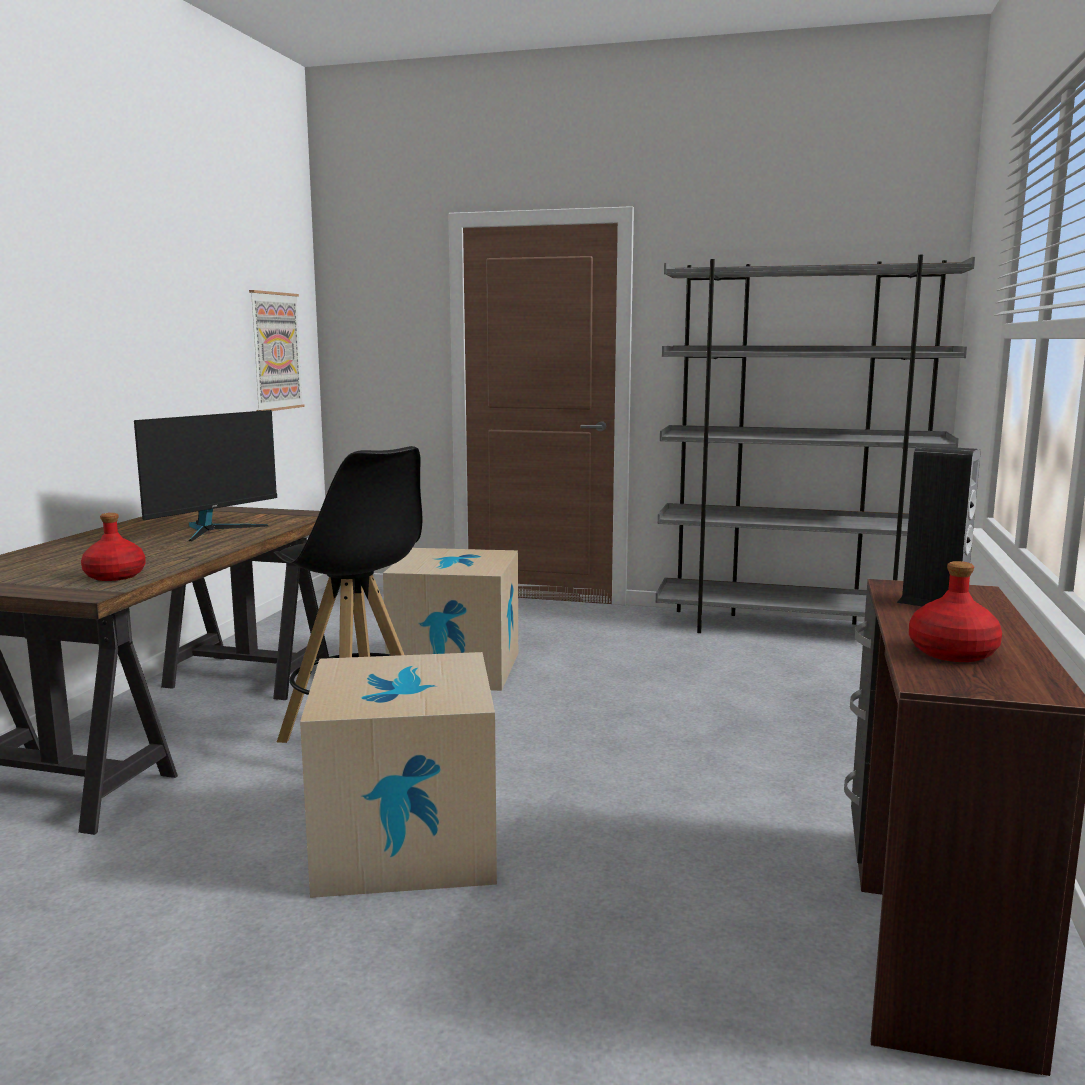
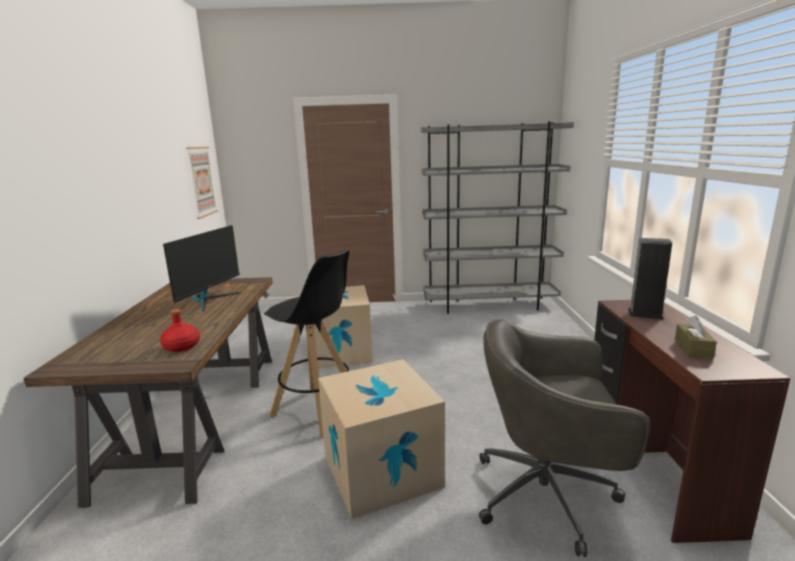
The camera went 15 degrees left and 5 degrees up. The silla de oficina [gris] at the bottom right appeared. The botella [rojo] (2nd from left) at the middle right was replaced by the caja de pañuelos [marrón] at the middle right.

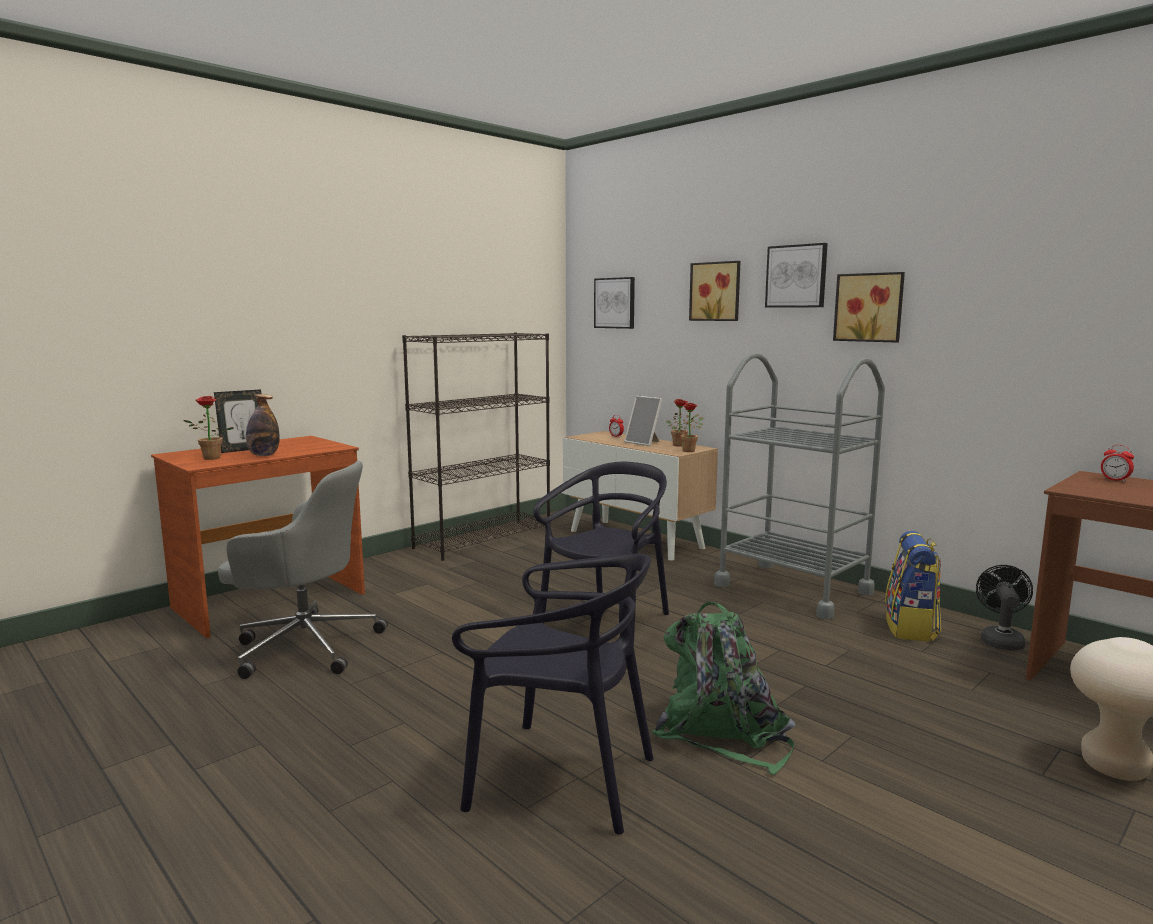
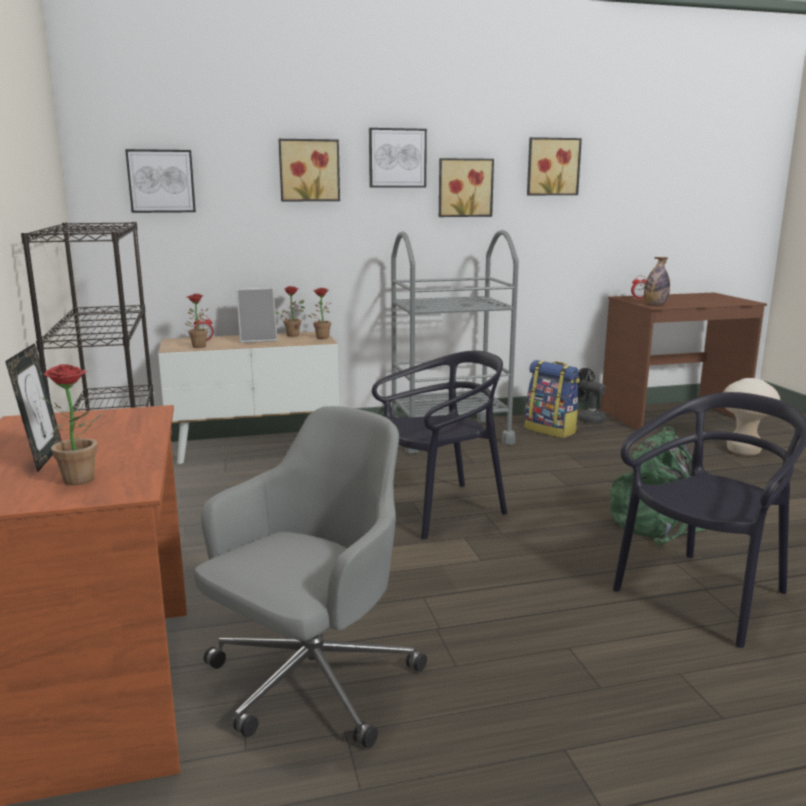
The camera went 60 degrees left and 5 degrees up. The planta en maceta (2nd from left) at the middle left appeared. The silla [negro] (2nd from left in the first image) at the centre turned 90 degrees clockwise. The cuadro (5th from left) at the top right appeared. The botella moved from the middle left to the middle right.

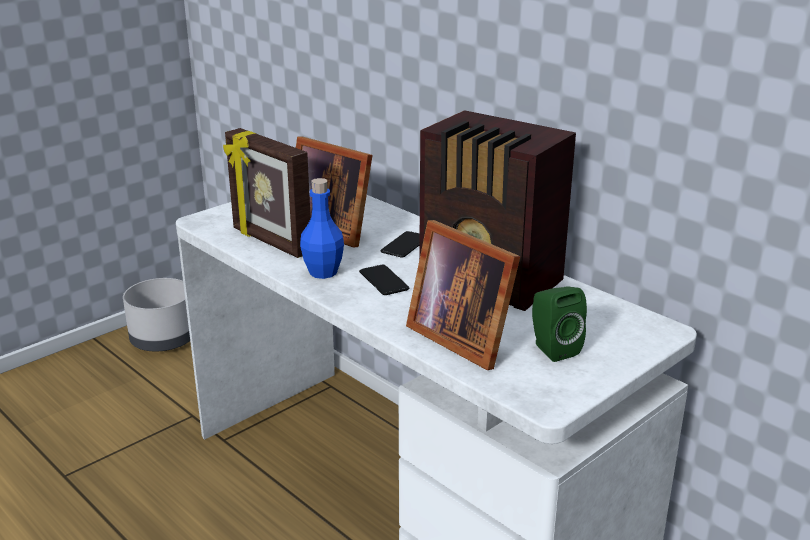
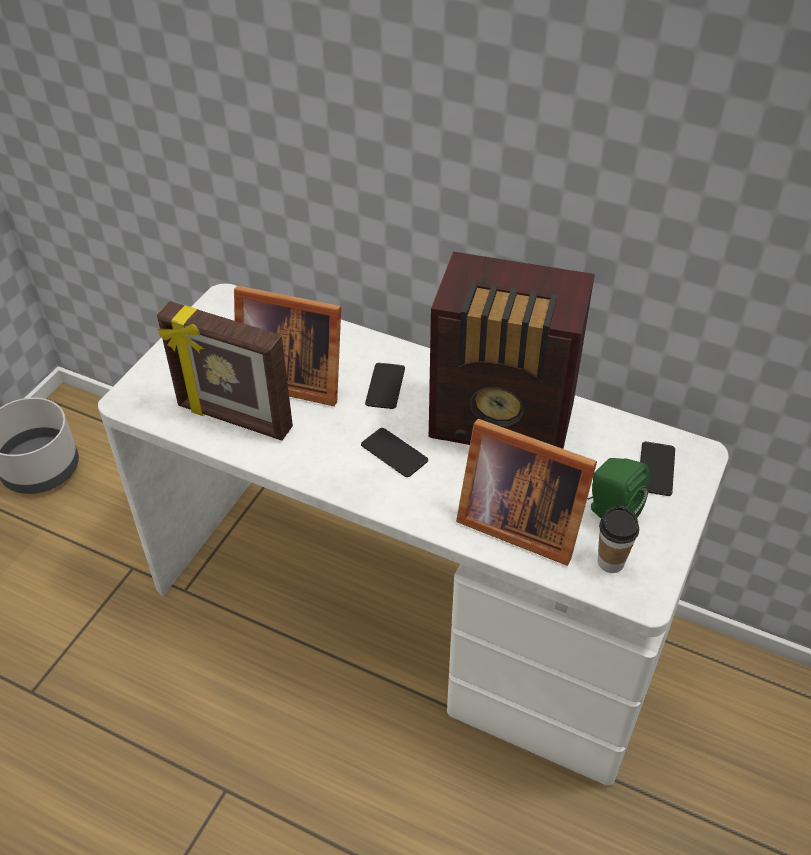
The camera went 20 degrees left and 20 degrees up. The taza at the middle right appeared. The móvil (3rd from left) at the middle right appeared. The botella [azul] at the centre disappeared.

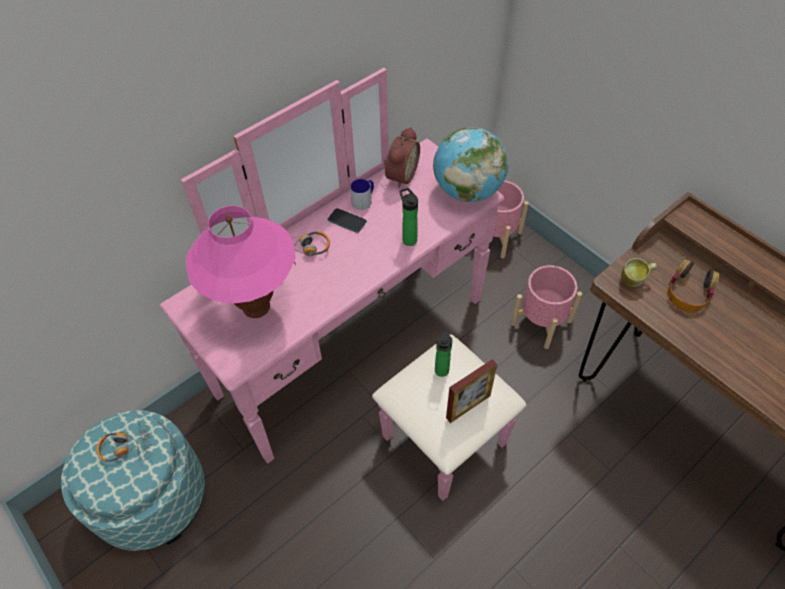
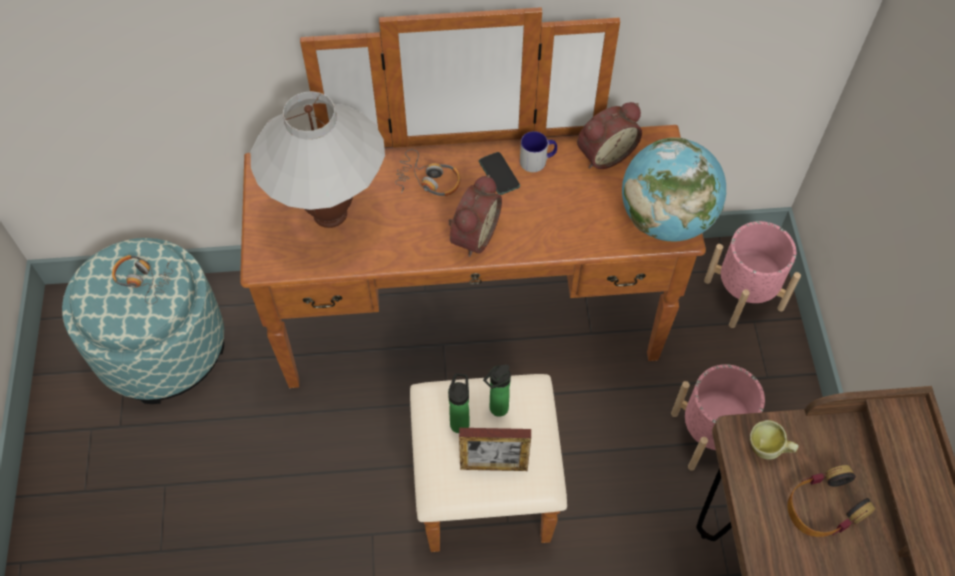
The camera went 35 degrees right and 5 degrees up. The cómoda [rosa] at the centre became the cómoda [marrón] at the centre. The lámpara de mesa [rosa] at the middle left became the lámpara de mesa [blanco] at the top left. The botella (1st from left) moved from the centre to the bottom centre. The despertador (1st from left) at the centre appeared.

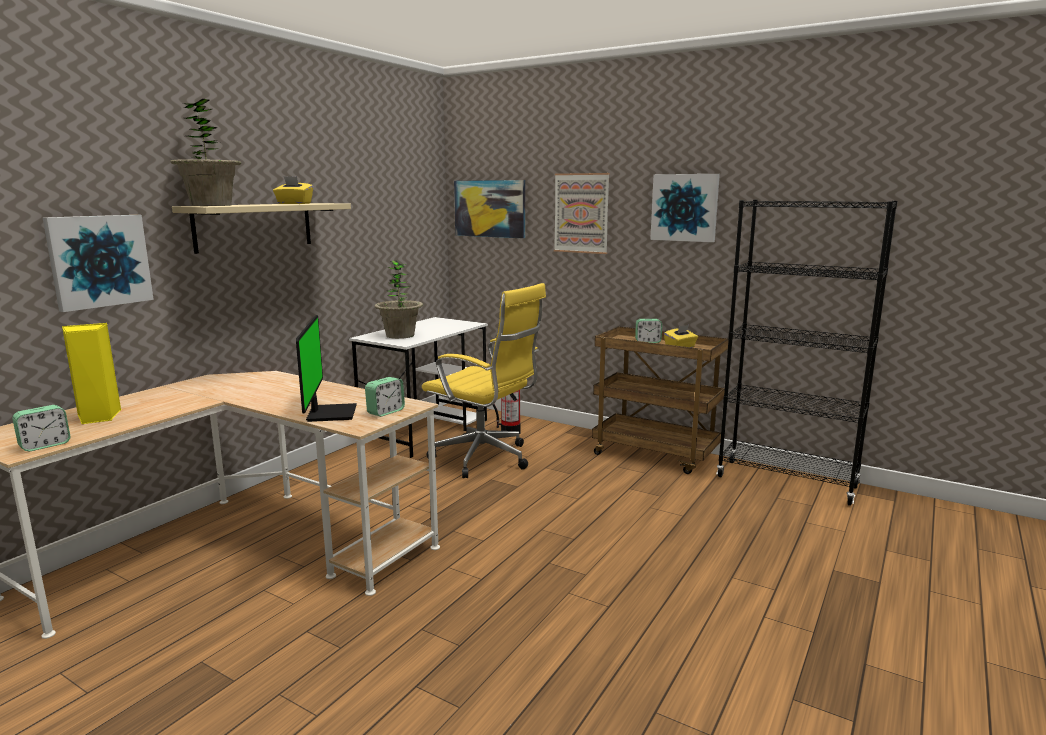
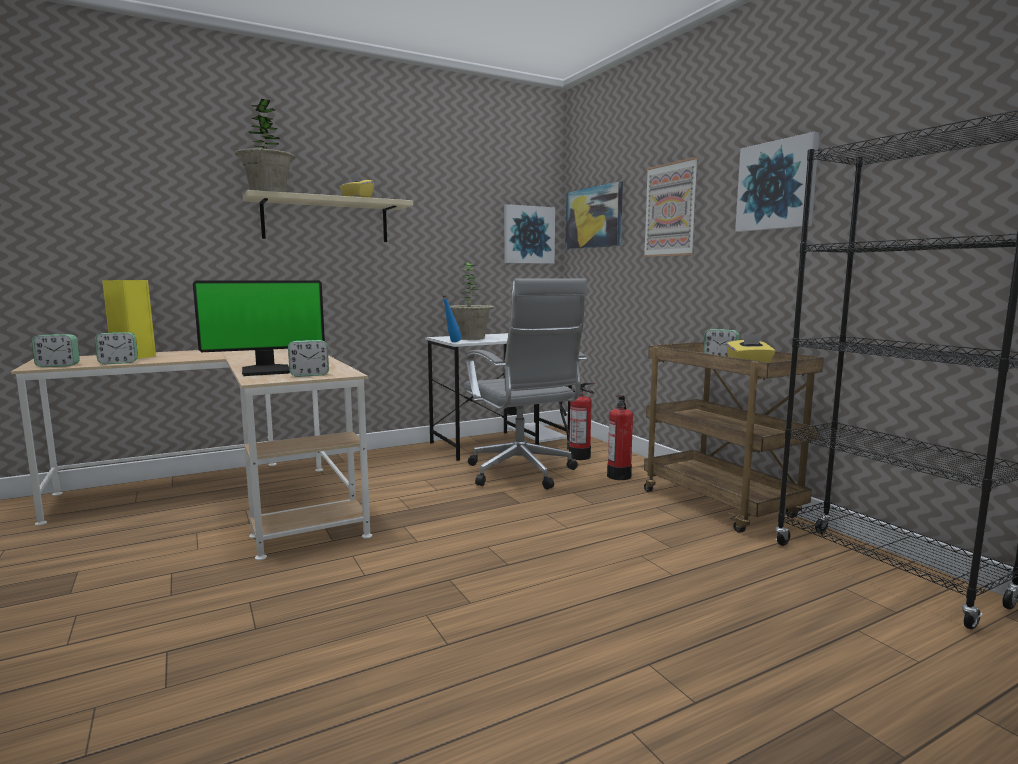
The camera went 30 degrees right and 5 degrees down. The despertador (2nd from left) at the middle left appeared. The monitor at the middle left turned 45 degrees clockwise. The botella [azul] at the centre appeared. The silla de oficina [amarillo] at the centre became the silla de oficina [gris] at the centre. The cuadro (1st from left) moved from the middle left to the top centre. The extintor (2nd from left) at the centre appeared.

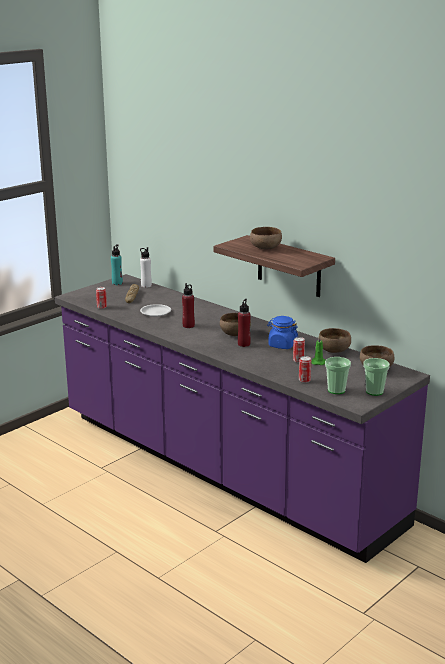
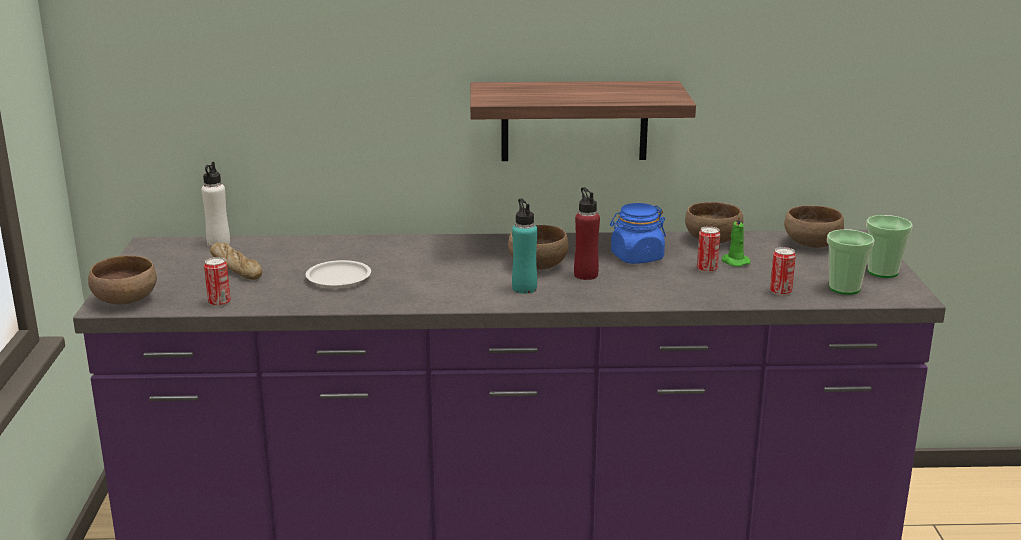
The camera went 45 degrees left and 0 degrees up. The cuenco [marrón] (2nd from left in the first image) moved from the centre to the middle left. The botella [turquesa] moved from the middle left to the centre. The botella [rojo] (1st from left) at the centre disappeared.

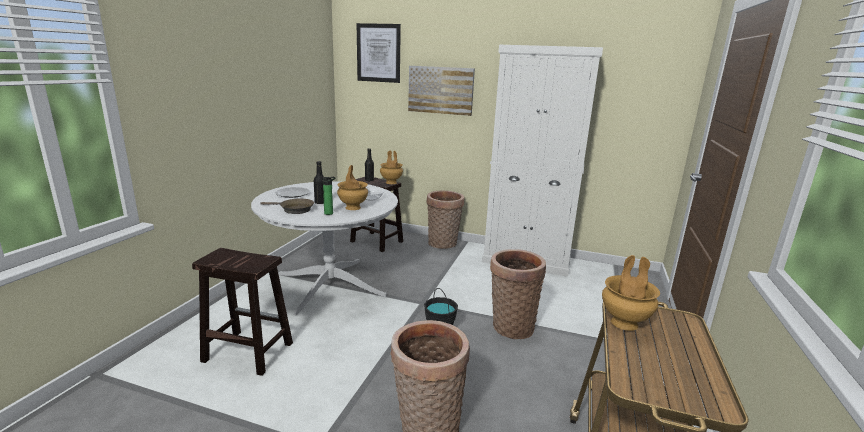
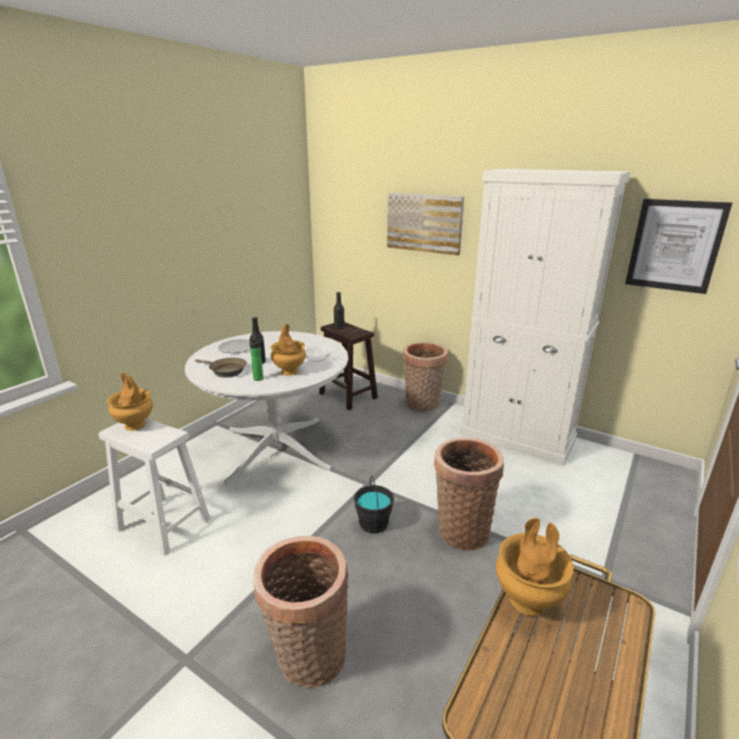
The camera went 15 degrees right and 5 degrees up. The taburete [marrón] (1st from left) at the bottom left became the taburete [blanco] at the middle left. The florero [marrón] (2nd from left in the first image) moved from the centre to the middle left. The cuadro (1st from left in the first image) moved from the top centre to the top right.

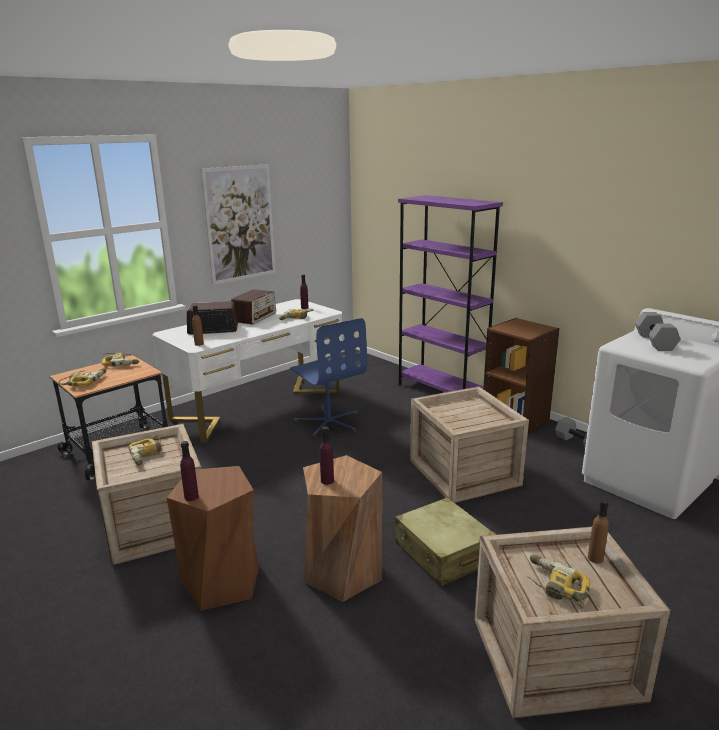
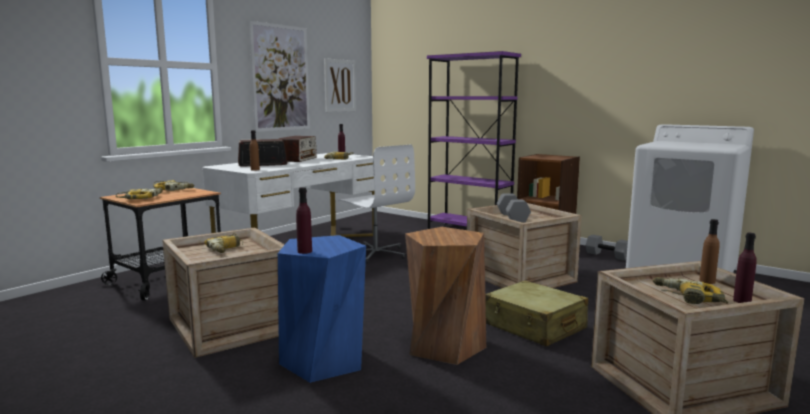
The camera went 10 degrees left and 10 degrees down. The taburete [marrón] (1st from left) at the bottom left became the taburete [azul] at the bottom centre. The cuadro (2nd from left) at the top centre appeared. The silla de oficina [azul] at the centre became the silla de oficina [blanco] at the centre. The mancuerna [gris] (2nd from left in the first image) moved from the middle right to the centre. The botella [morado] (3rd from left) moved from the centre to the middle right.

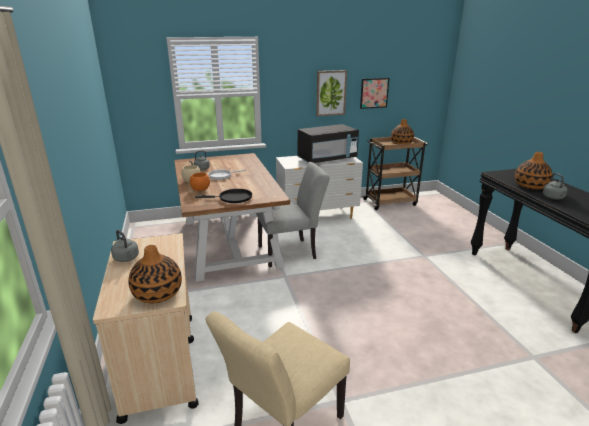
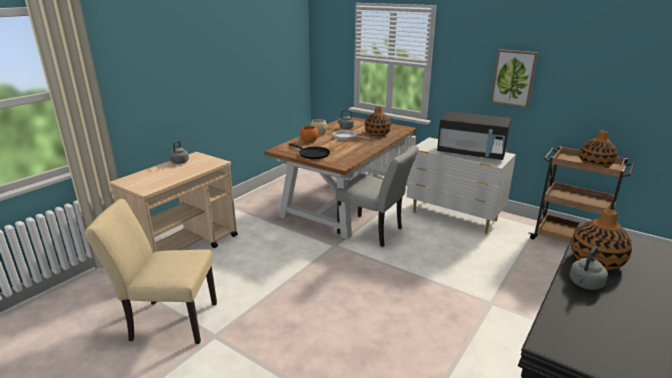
The camera went 50 degrees right and 0 degrees up. The florero (1st from left) moved from the middle left to the top centre. The cuadro (2nd from left) at the top centre disappeared.

